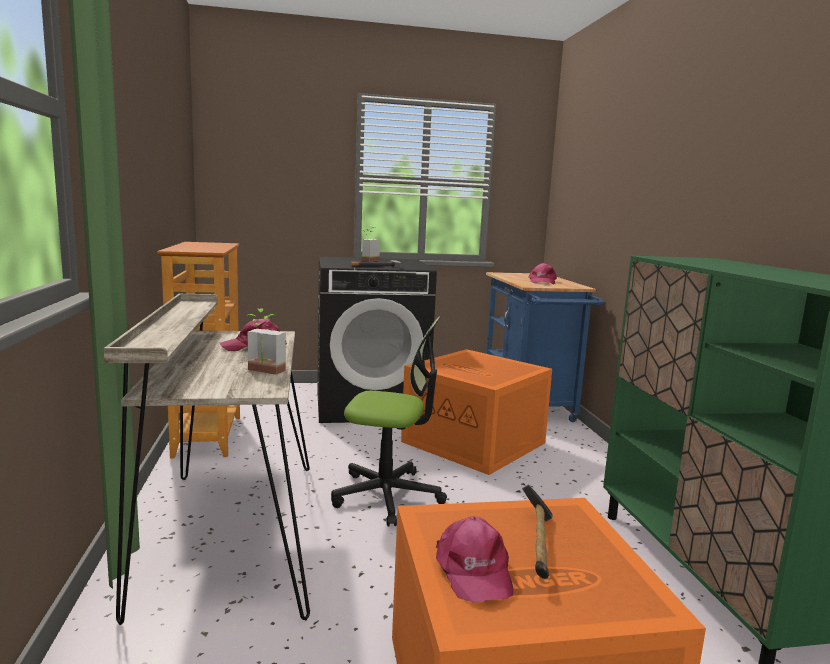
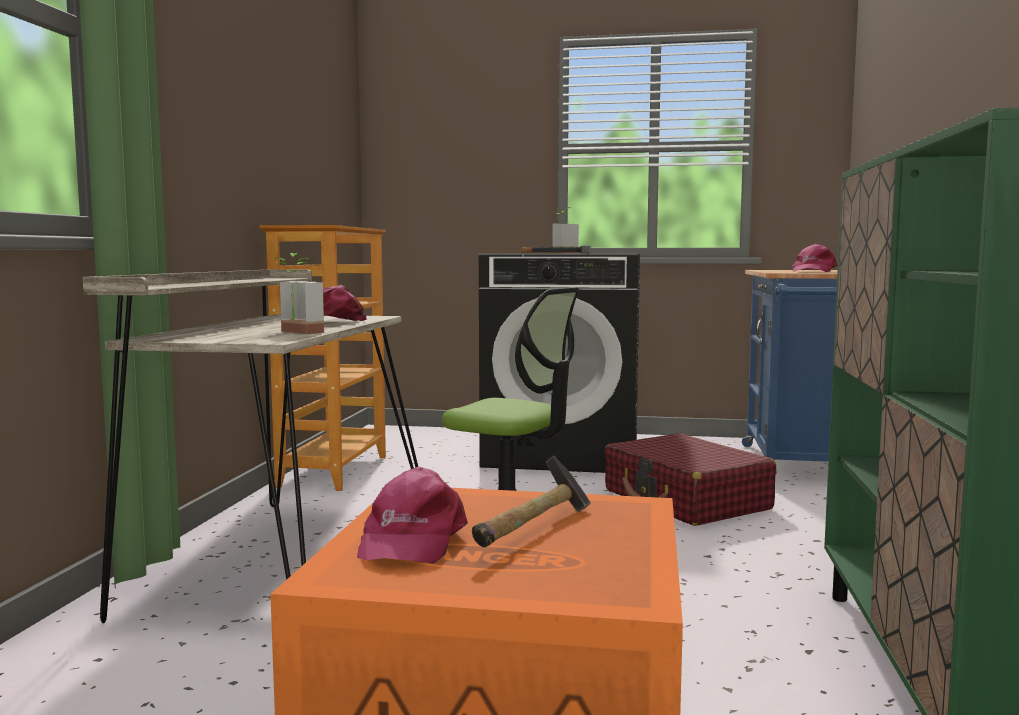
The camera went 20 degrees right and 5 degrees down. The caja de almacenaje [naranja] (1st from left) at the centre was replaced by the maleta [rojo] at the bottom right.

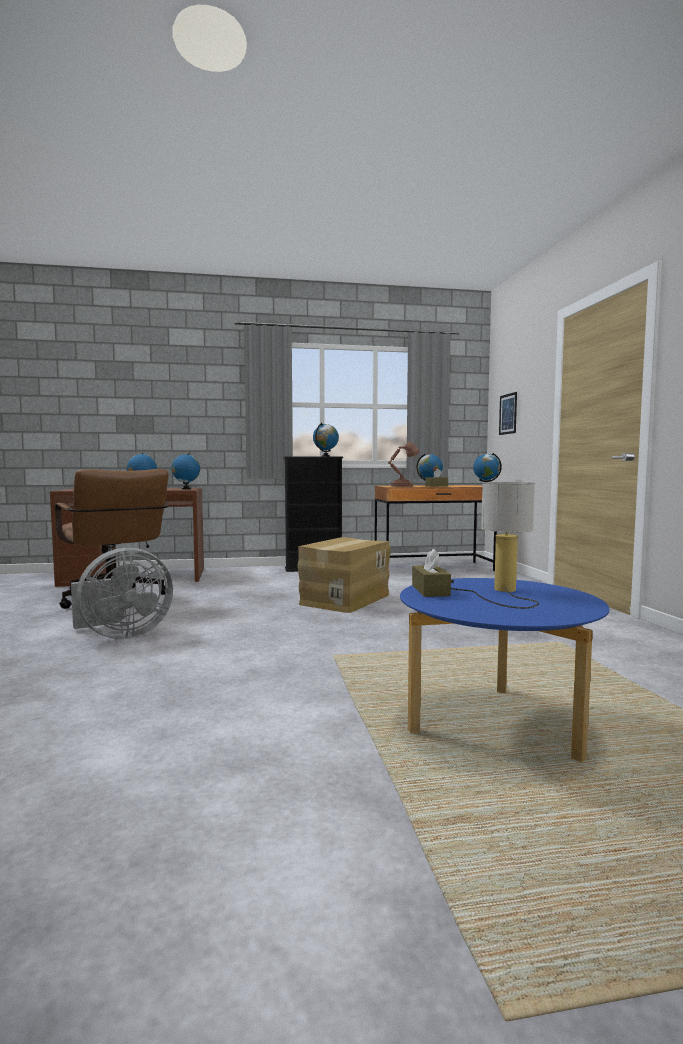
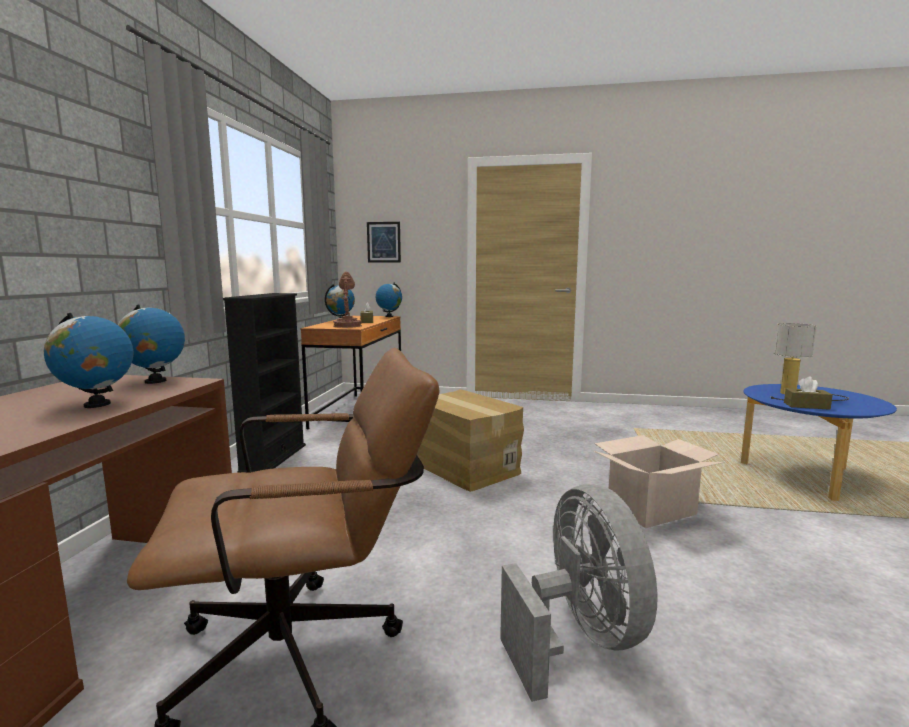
The camera went 70 degrees left and 5 degrees up. The caja de cartón (2nd from left) at the middle right appeared. The globo terráqueo (3rd from left) at the centre disappeared.

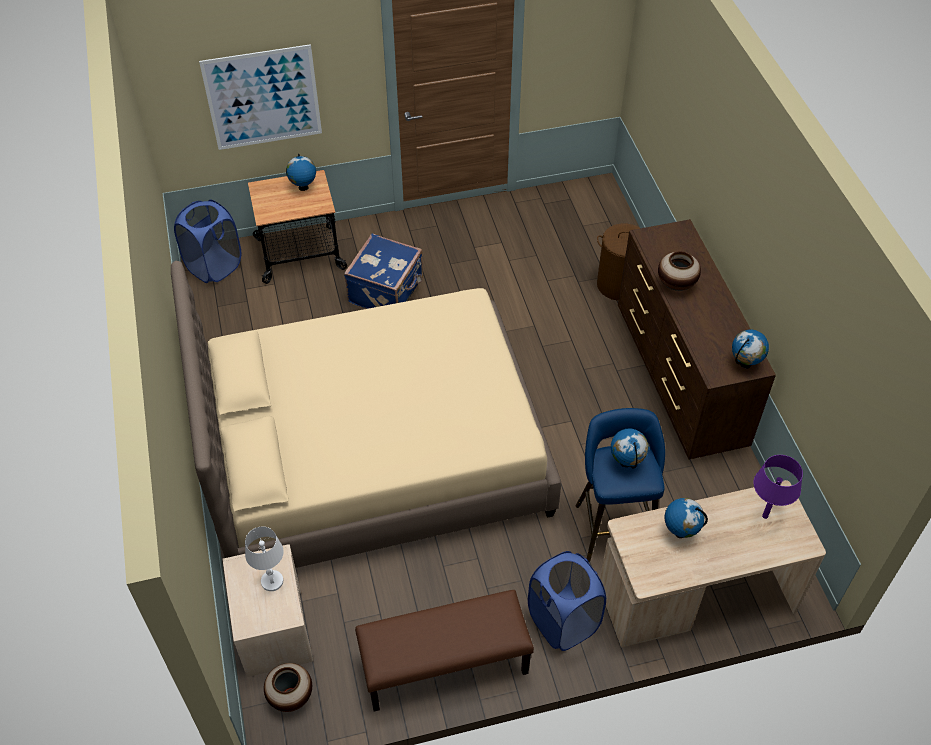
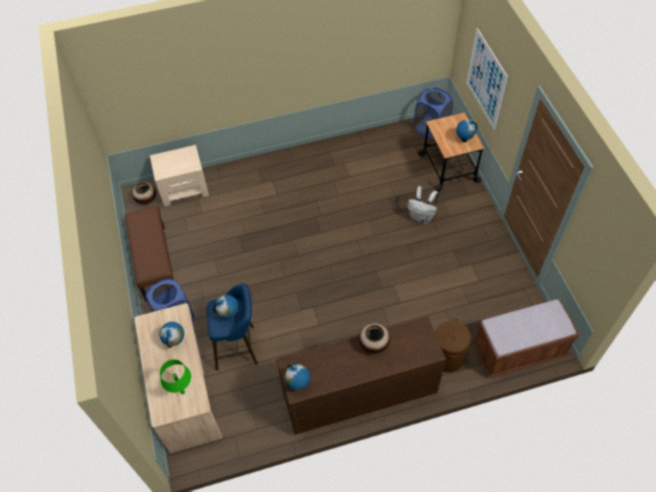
The camera went 90 degrees right and 5 degrees up. The lámpara de mesa [morado] at the middle right became the lámpara de mesa [verde] at the bottom left. The maleta [azul] at the centre was replaced by the mochila [blanco] at the centre. The banco [marrón] (2nd from left) at the bottom right appeared. The cama [beis] at the centre disappeared. The lámpara de mesa [blanco] at the bottom left disappeared.

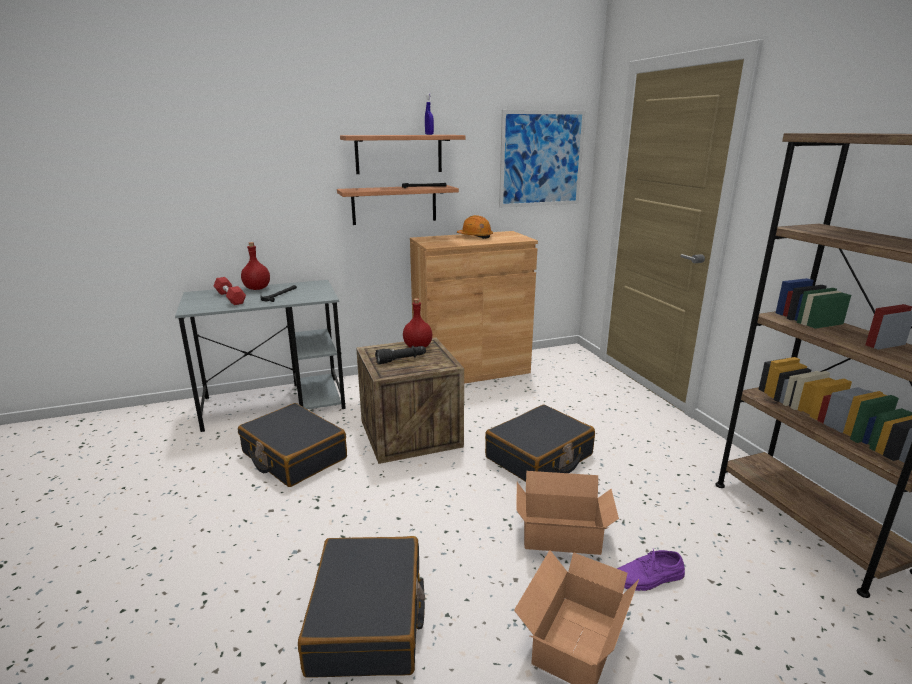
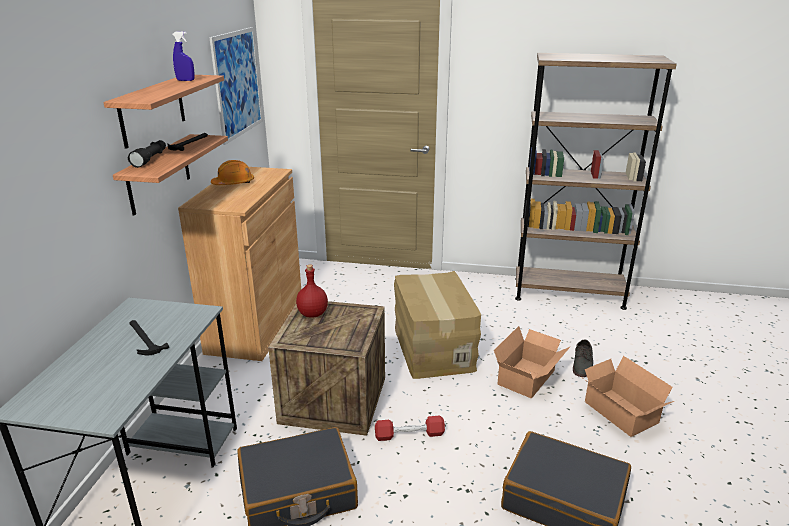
The camera went 60 degrees left and 5 degrees up. The linterna [negro] moved from the centre to the top left. The mancuerna [rojo] moved from the middle left to the bottom centre. The maleta [negro] (3rd from left) at the centre was replaced by the caja de cartón (1st from left) at the centre. The zapato [morado] at the bottom right became the zapato [gris] at the bottom right. The botella [rojo] (1st from left) at the middle left disappeared.

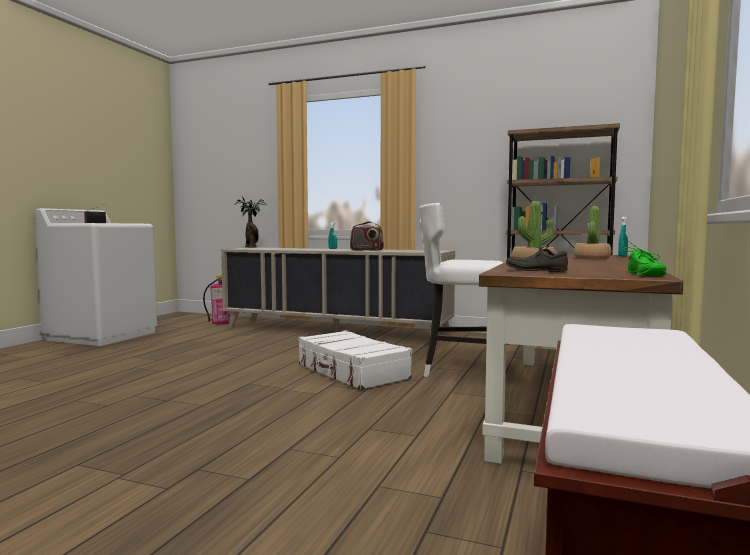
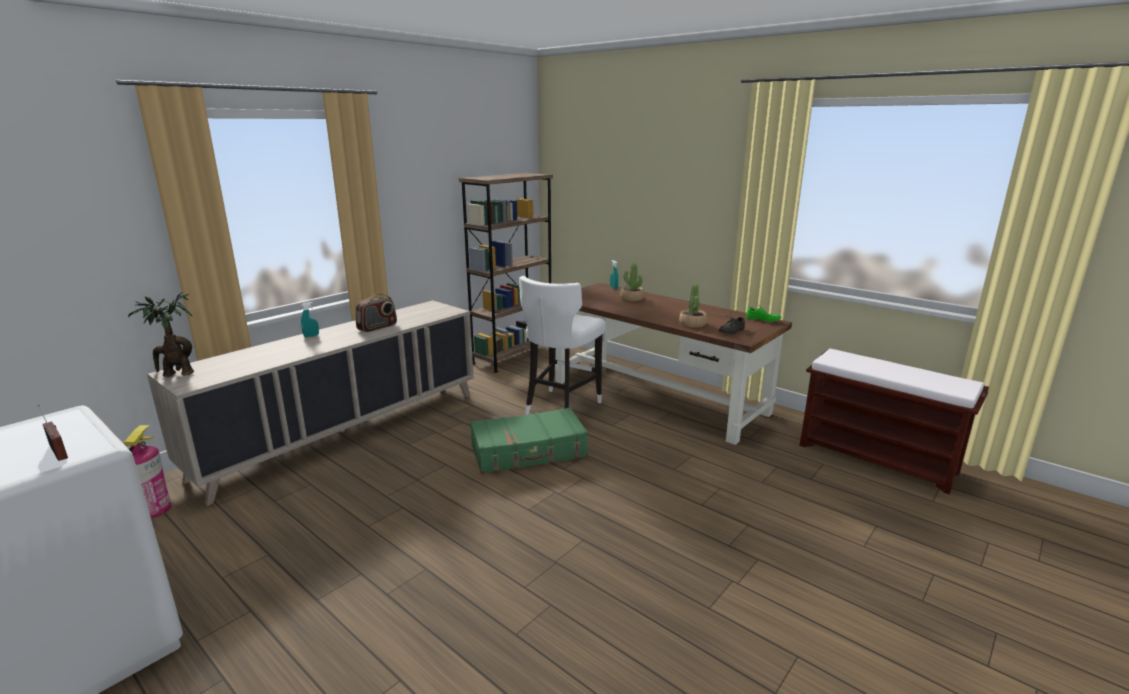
The camera went 70 degrees left and 15 degrees up. The maleta [blanco] at the centre became the maleta [verde] at the centre.

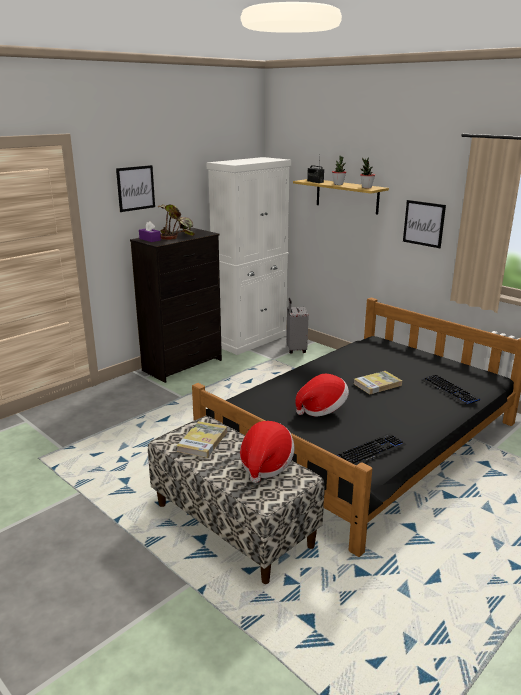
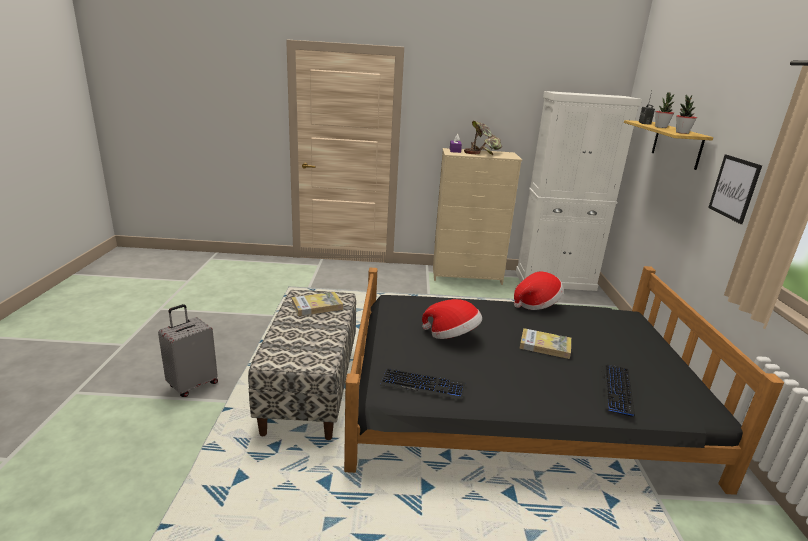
The camera went 45 degrees right and 0 degrees up. The maleta [gris] moved from the centre to the middle left. The cómoda [negro] at the centre became the cómoda [beis] at the centre. The sombrero (1st from left in the first image) moved from the centre to the middle right. The cuadro (1st from left) at the top left disappeared.

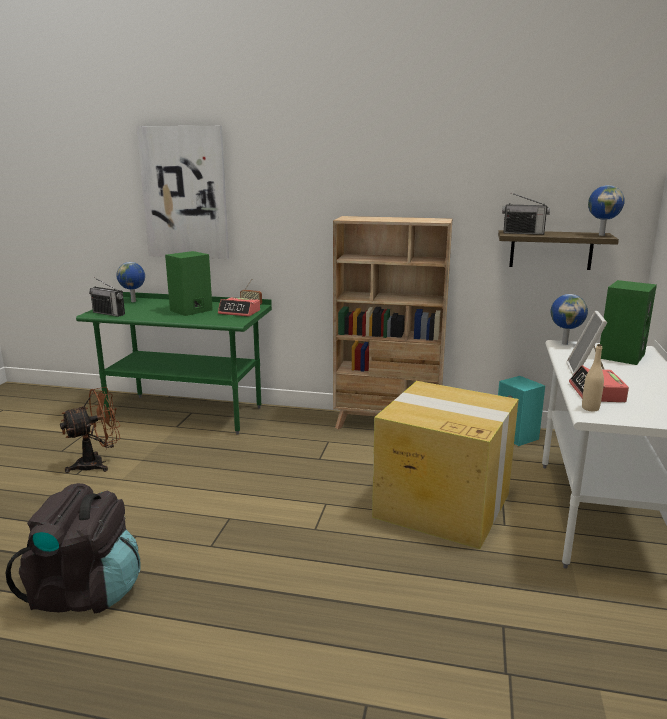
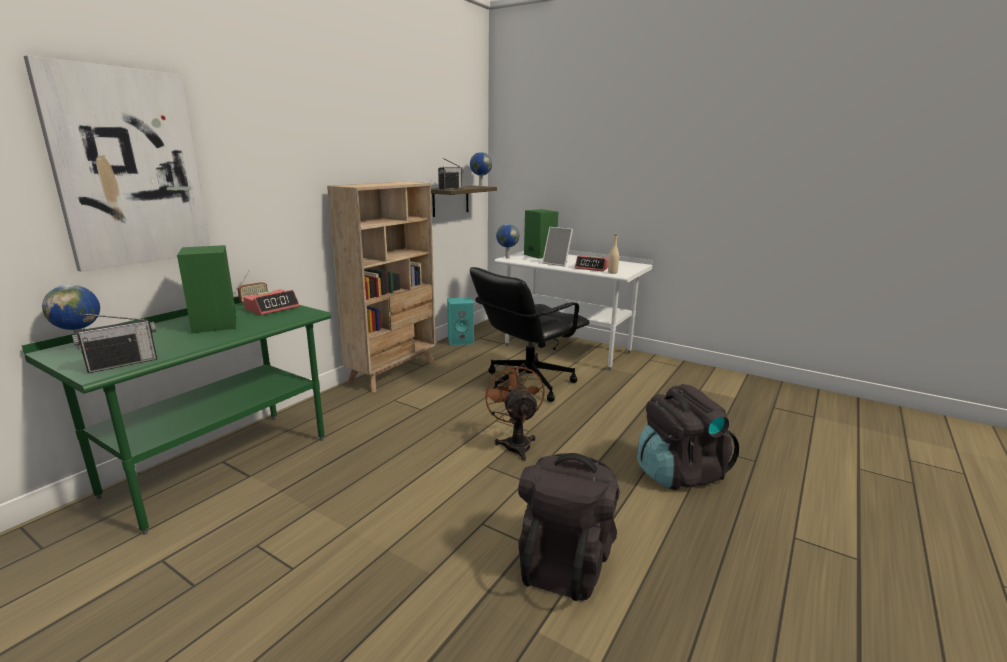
The camera went 70 degrees left and 0 degrees up. The caja de cartón at the middle right was replaced by the silla de oficina [negro] at the centre. The ventilador [marrón] moved from the middle left to the centre. The mochila [negro] (2nd from left) at the middle right appeared.

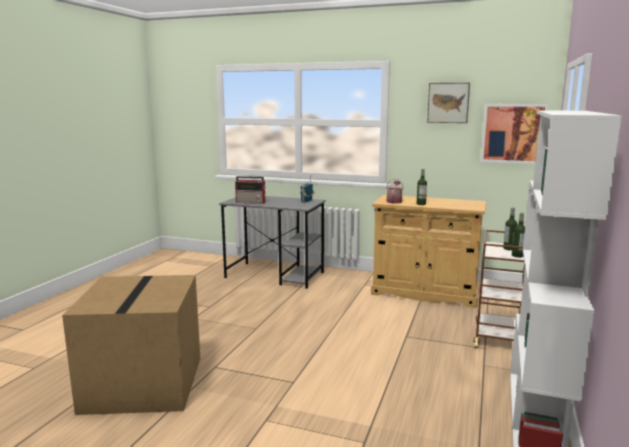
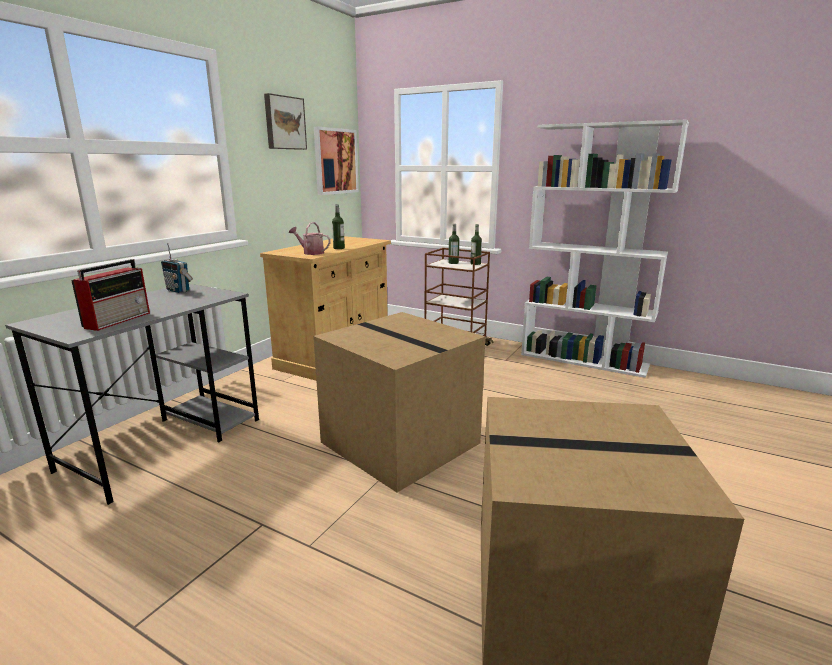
The camera went 80 degrees left and 5 degrees up. The caja de cartón (1st from left) at the centre appeared.

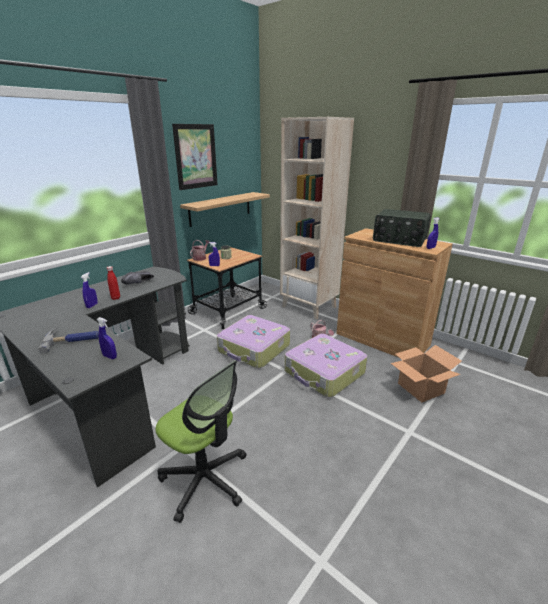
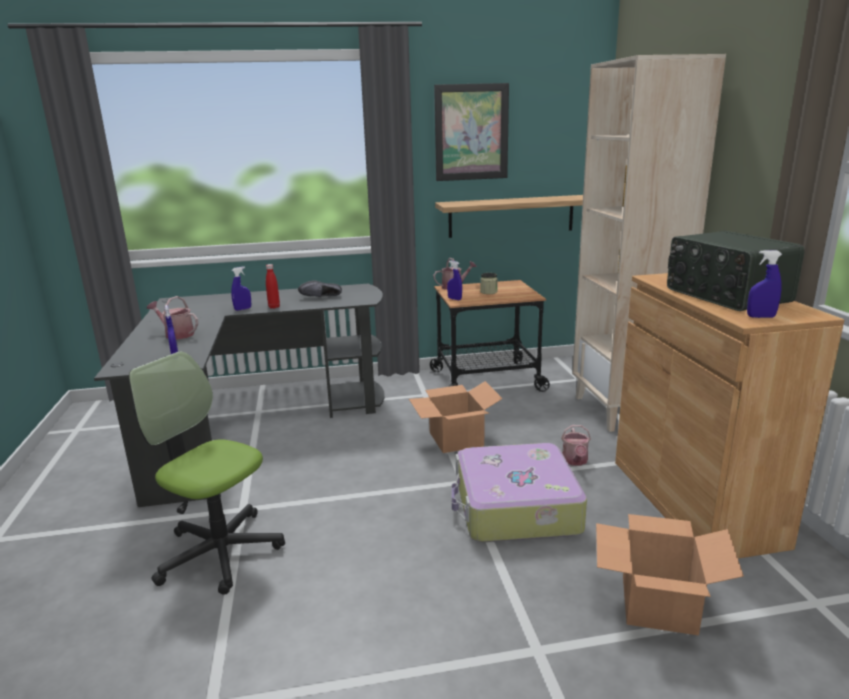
The camera went 40 degrees right and 5 degrees down. The silla de oficina at the bottom centre turned 135 degrees clockwise. The martillo at the middle left was replaced by the regadera (1st from left) at the middle left. The maleta (1st from left) at the centre was replaced by the caja de cartón (1st from left) at the centre.

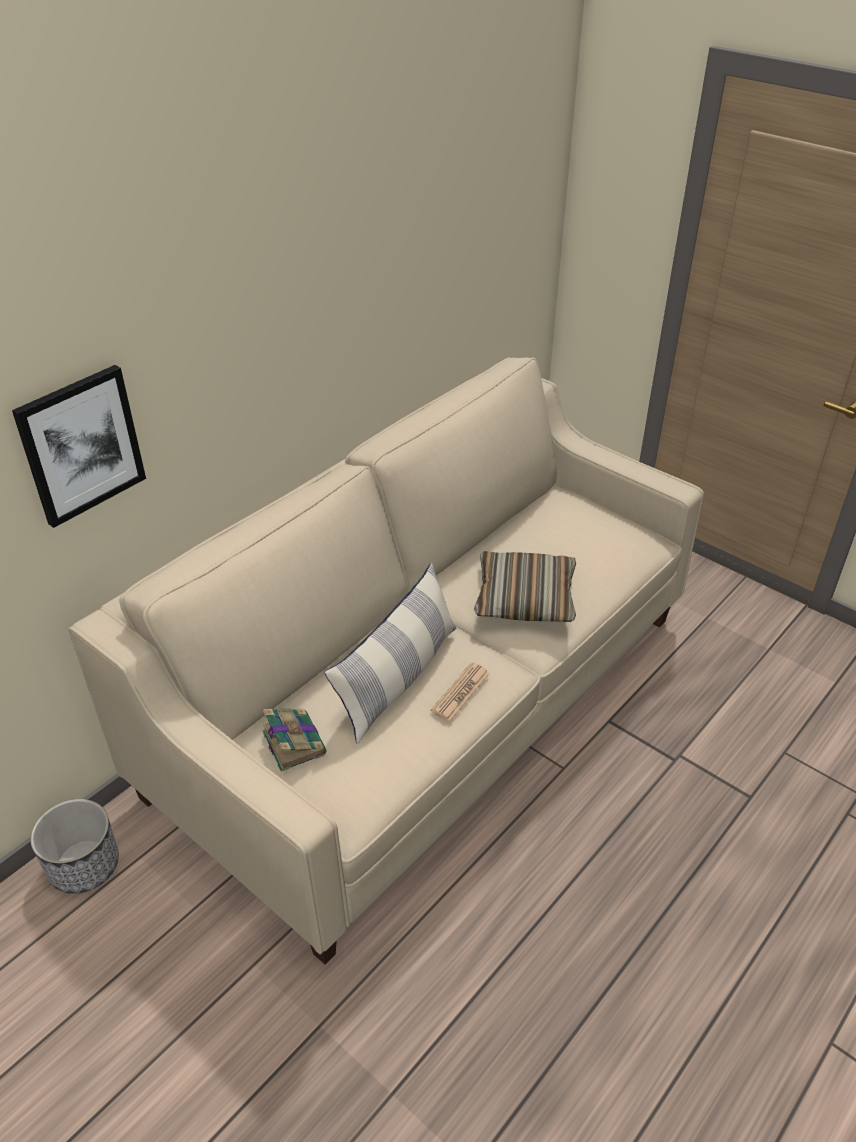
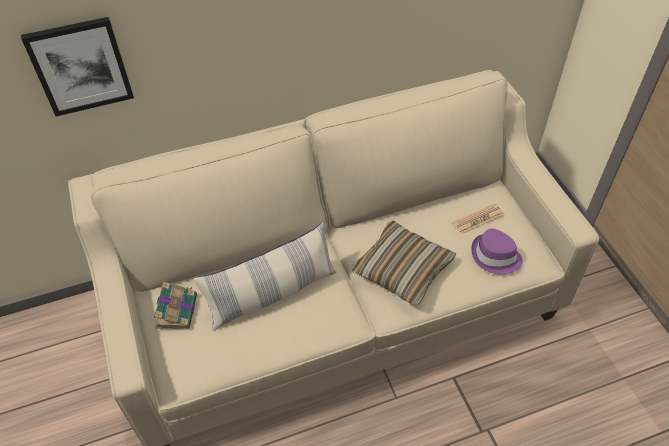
The camera went 30 degrees right and 10 degrees up. The periódico moved from the centre to the middle right. The sombrero [morado] at the middle right appeared. The maceta at the bottom left disappeared.

